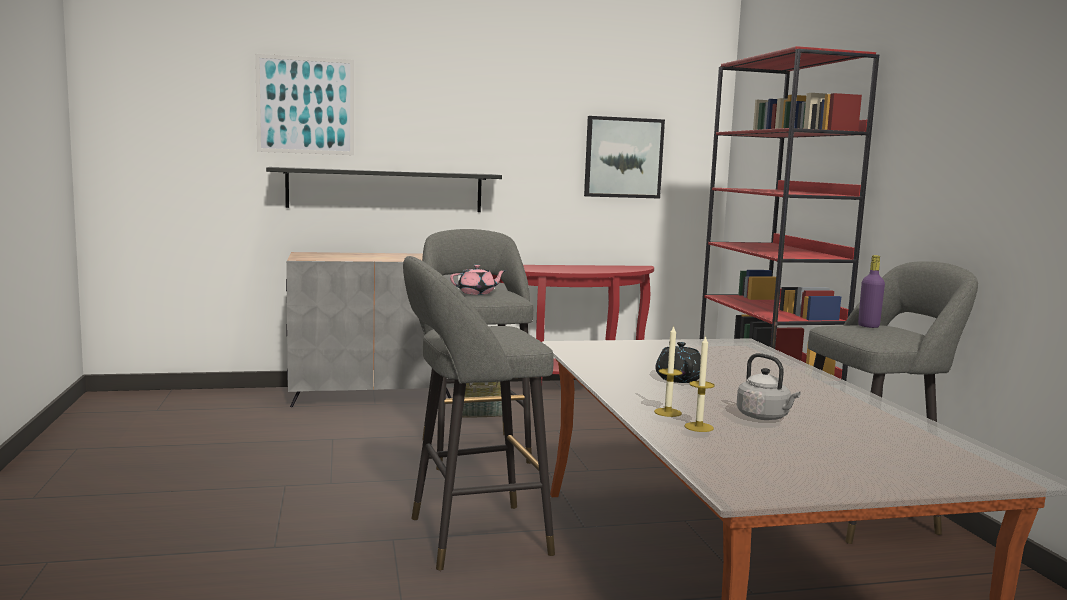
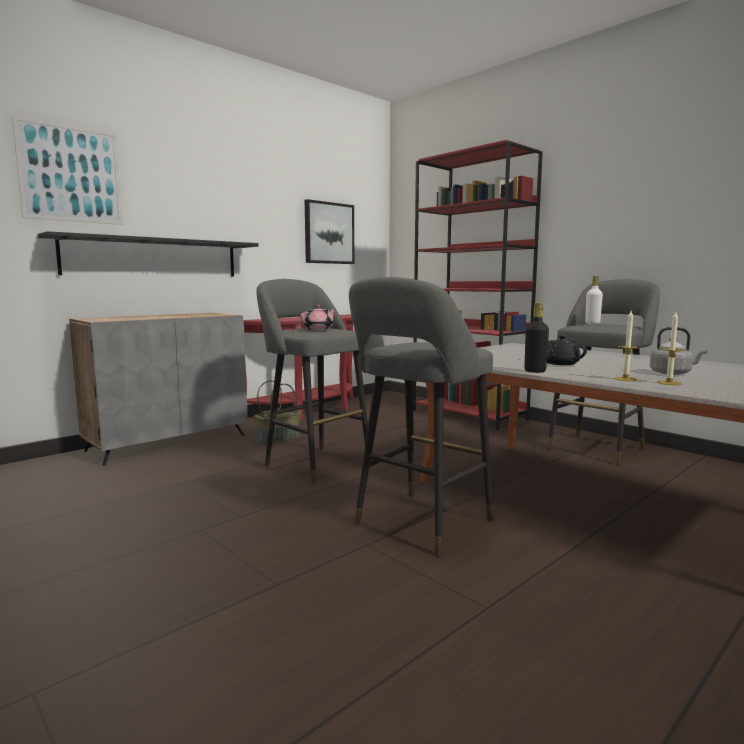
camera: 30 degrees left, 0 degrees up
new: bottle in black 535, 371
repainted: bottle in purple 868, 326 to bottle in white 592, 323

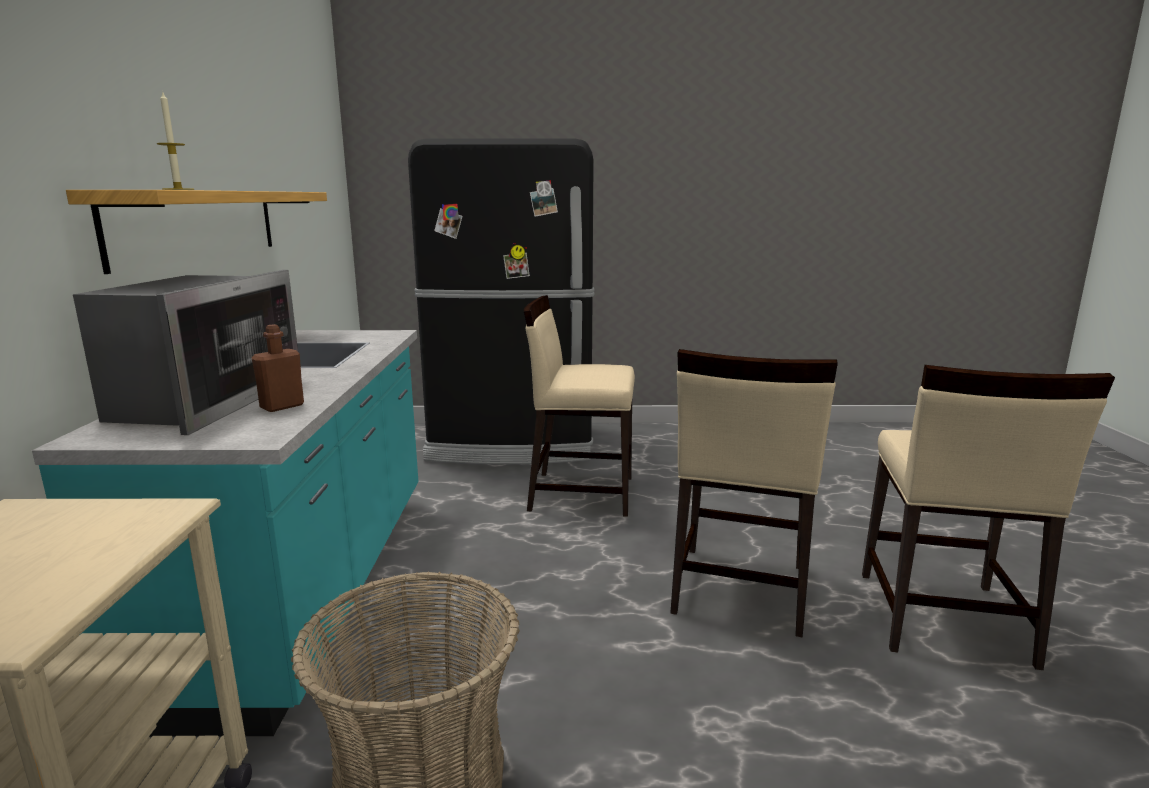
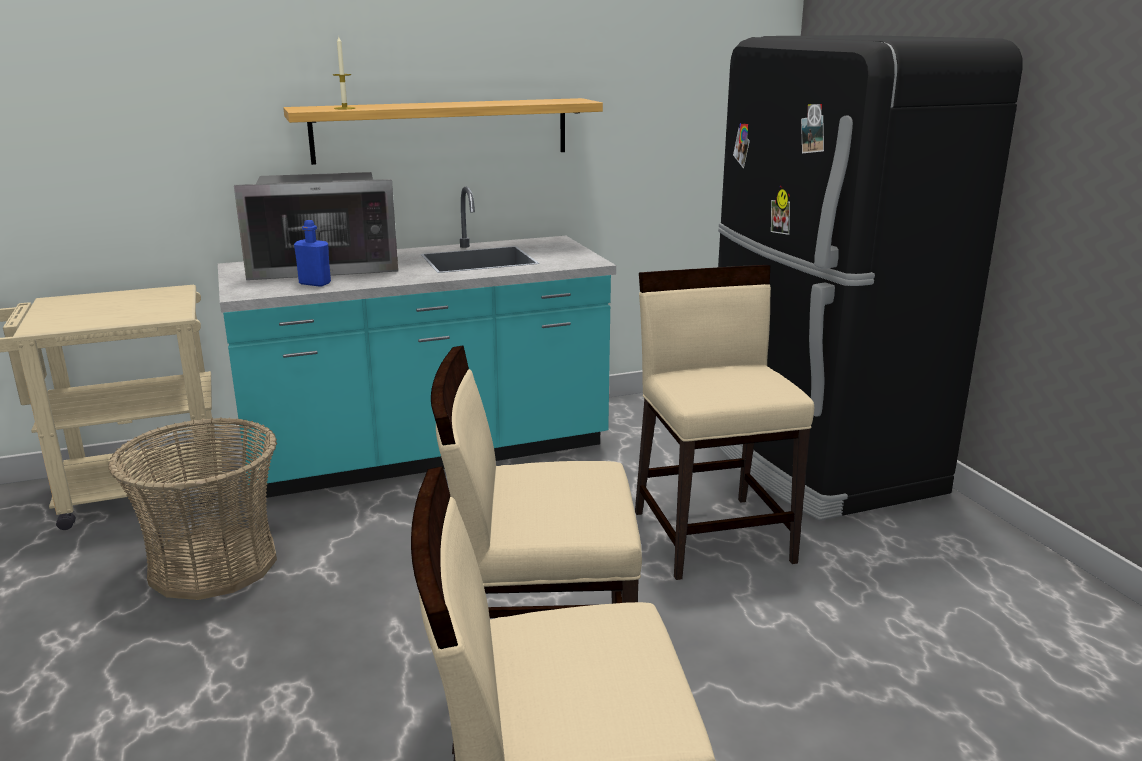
camera: 70 degrees right, 5 degrees up
repainted: bottle in brown 282, 406 to bottle in blue 315, 283

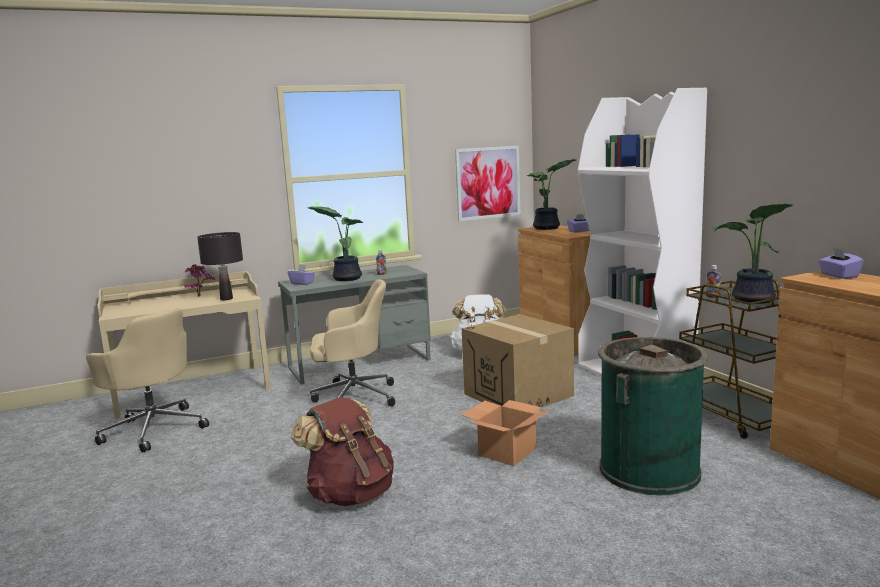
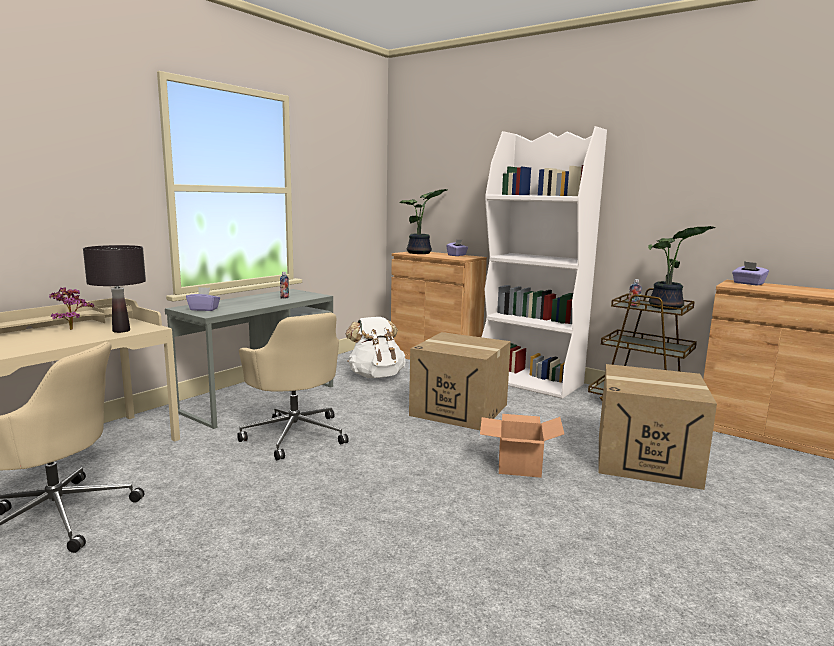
camera: 30 degrees left, 0 degrees up
gone: backpack in brown 350, 494; potted plant 346, 278; picture 488, 183
swapped: trash can in green 649, 470 to cardboard box 646, 460
rotated: office chair in beige 353, 397 = 295, 434 90 degrees clockwise

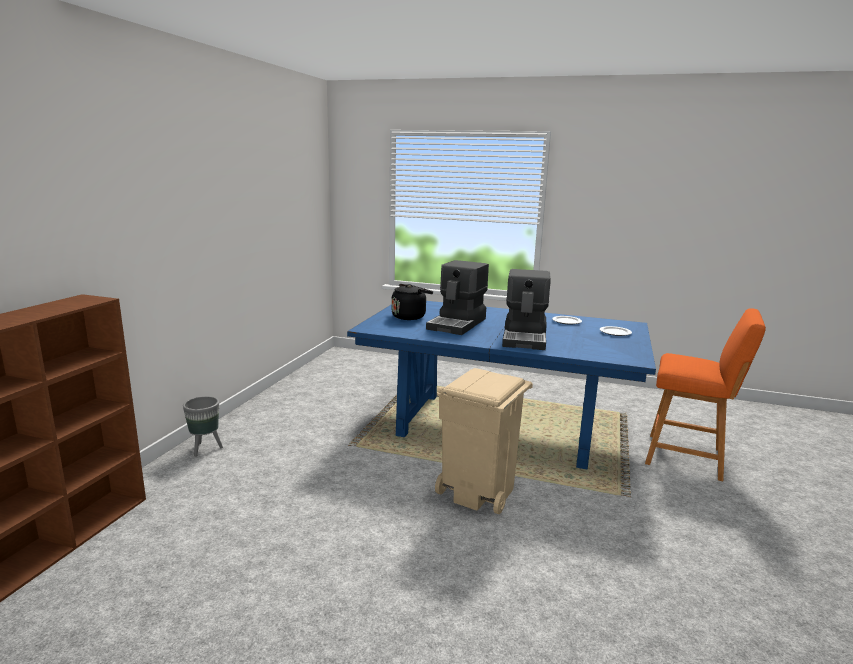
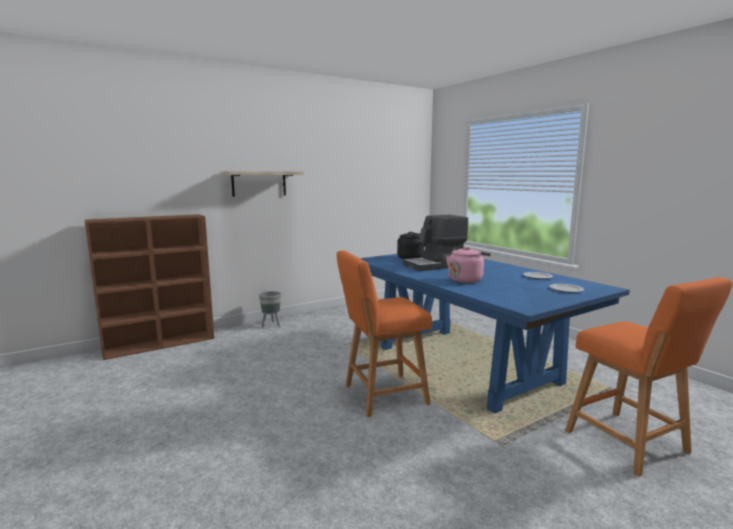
camera: 40 degrees right, 5 degrees down
new: shelf 259, 183
swapped: trash can in beige 478, 491 to stool in orange 381, 395; coffee machine 525, 337 to kettle in pink 466, 279

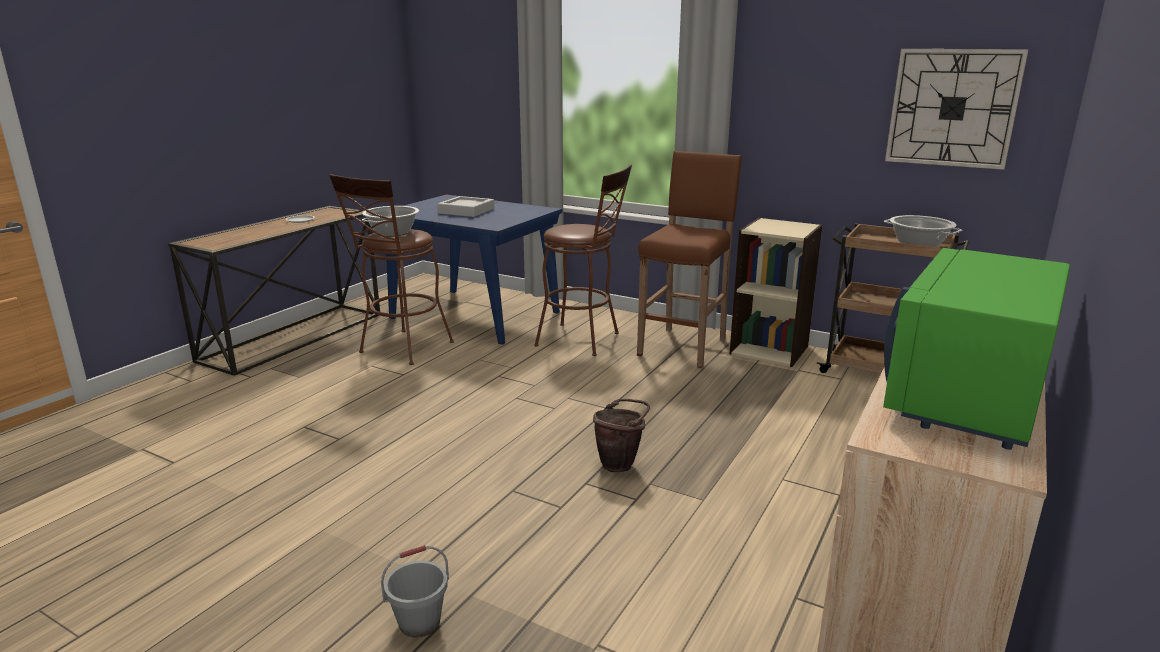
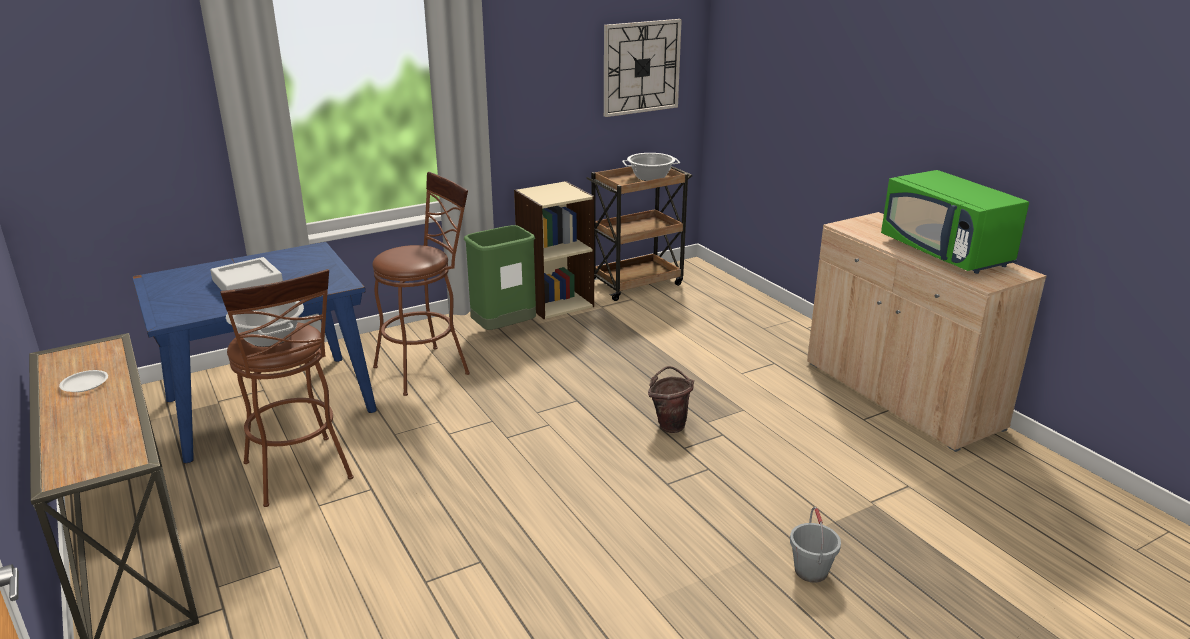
camera: 60 degrees left, 5 degrees up
swapped: stool in brown 684, 346 to trash can in green 504, 330

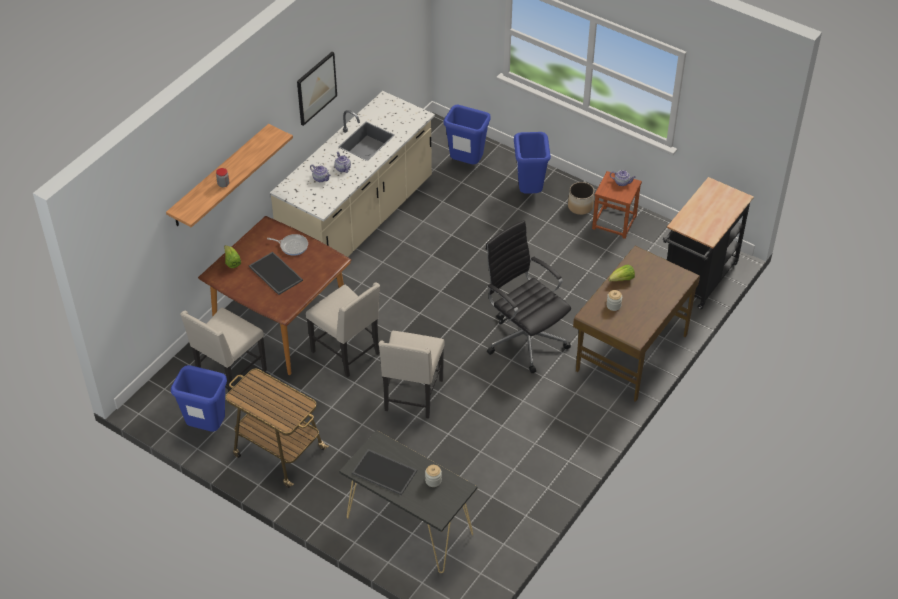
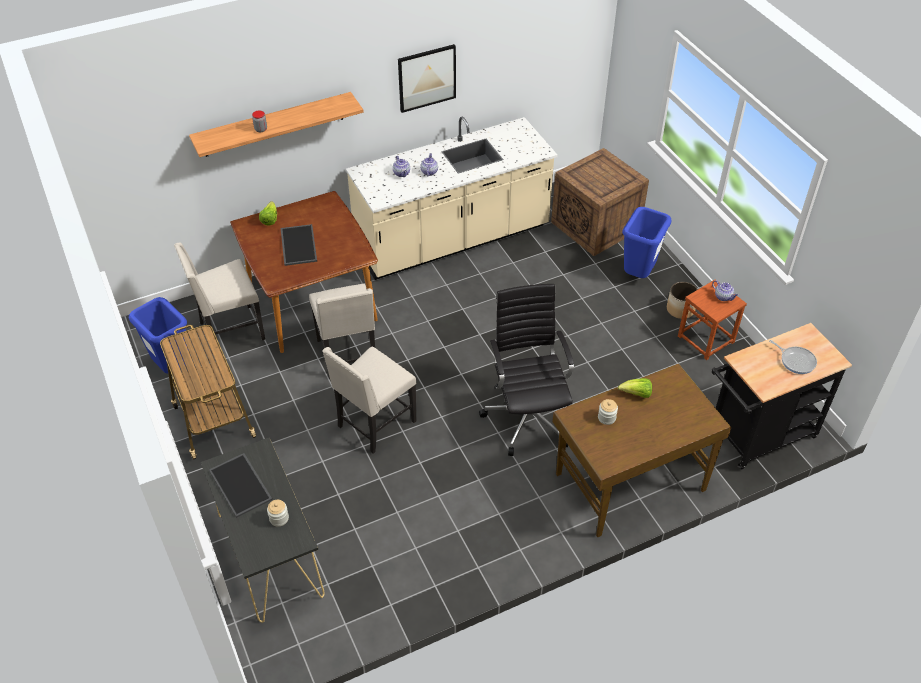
camera: 30 degrees right, 0 degrees up
shifted: frying pan 292, 246 to 796, 361
swapped: trash can in blue 466, 163 to crate 594, 226

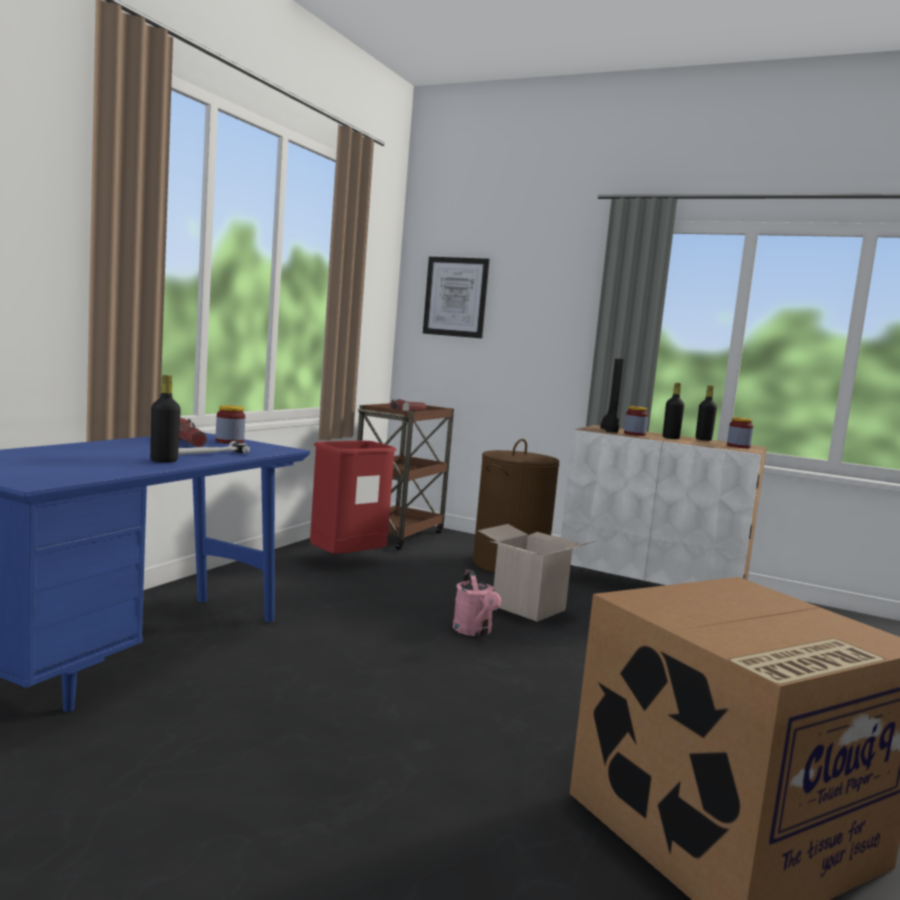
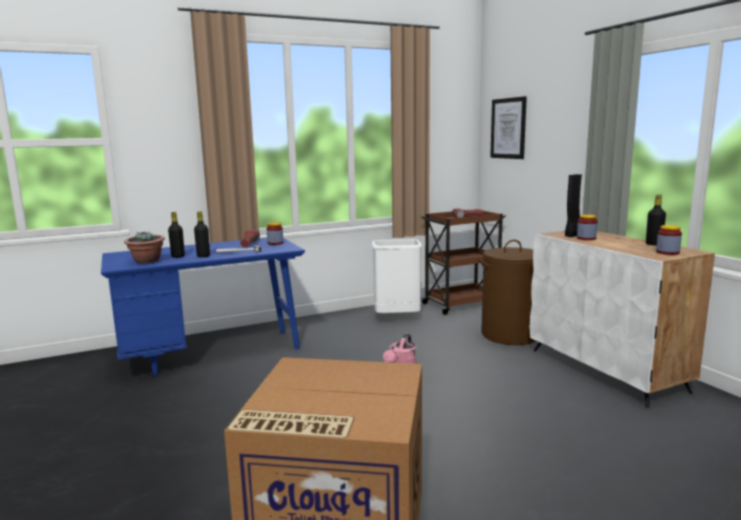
camera: 40 degrees right, 5 degrees up
gone: cardboard box 528, 607
new: potted plant 147, 261
shifted: bottle in black 670, 438 to 178, 256
repainted: trash can in red 347, 561 to trash can in white 397, 319

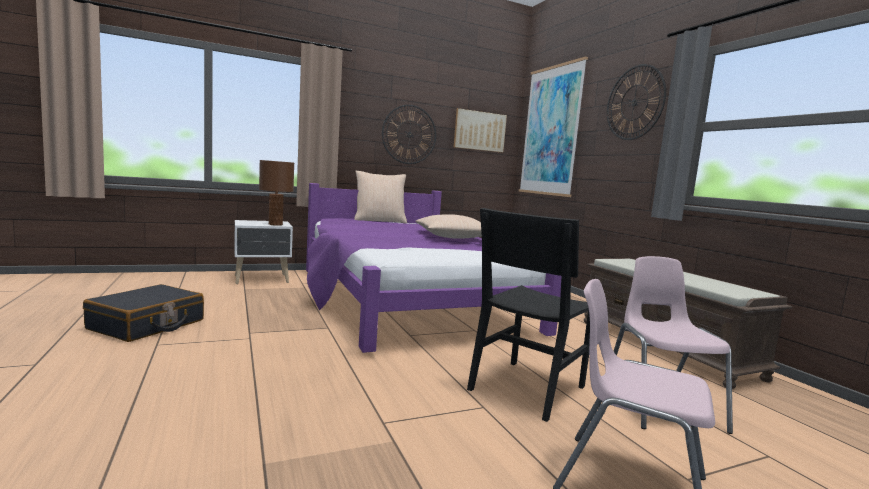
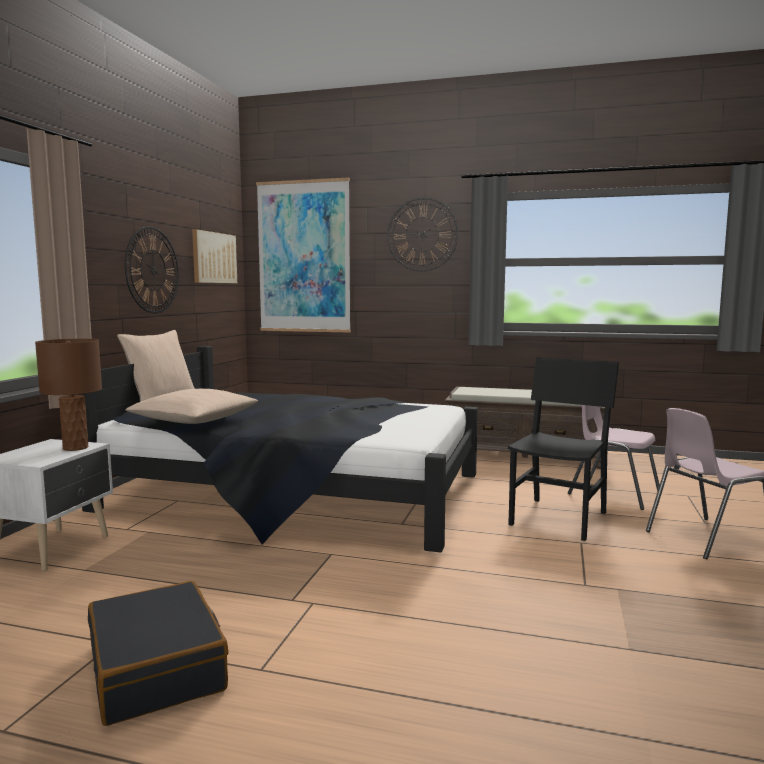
camera: 50 degrees left, 0 degrees up
shifted: pillow in beige 452, 237 to 194, 420
repainted: bed in purple 407, 301 to bed in black 297, 497
rotated: chair in black 527, 388 = 558, 518 135 degrees counterclockwise

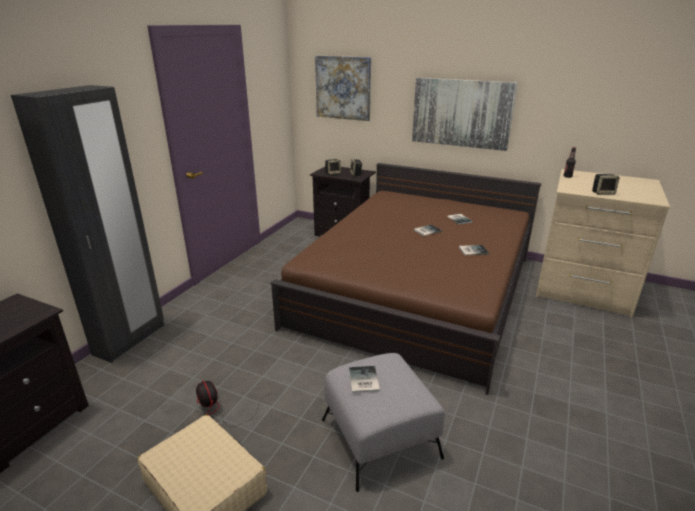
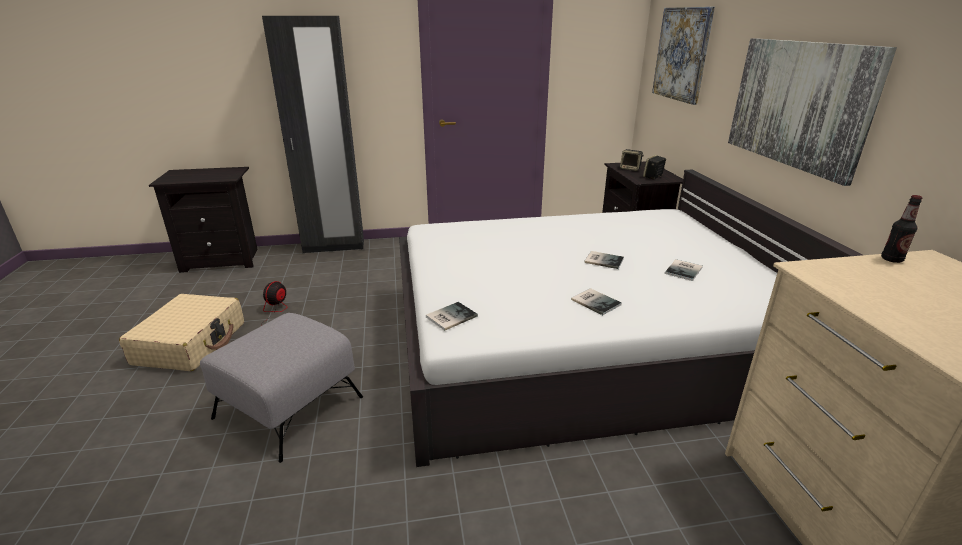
camera: 55 degrees right, 0 degrees up
gone: speaker 603, 193
shifted: book 362, 380 to 449, 316
repainted: bed in brown 417, 290 to bed in white 582, 342

